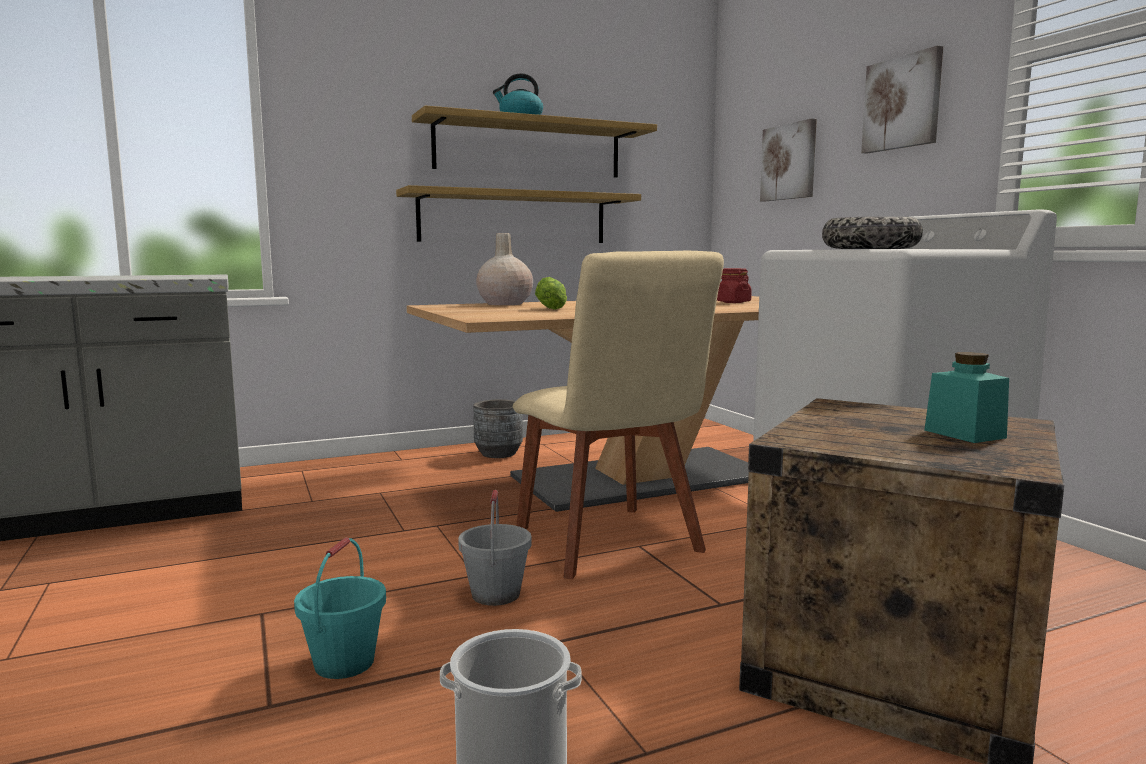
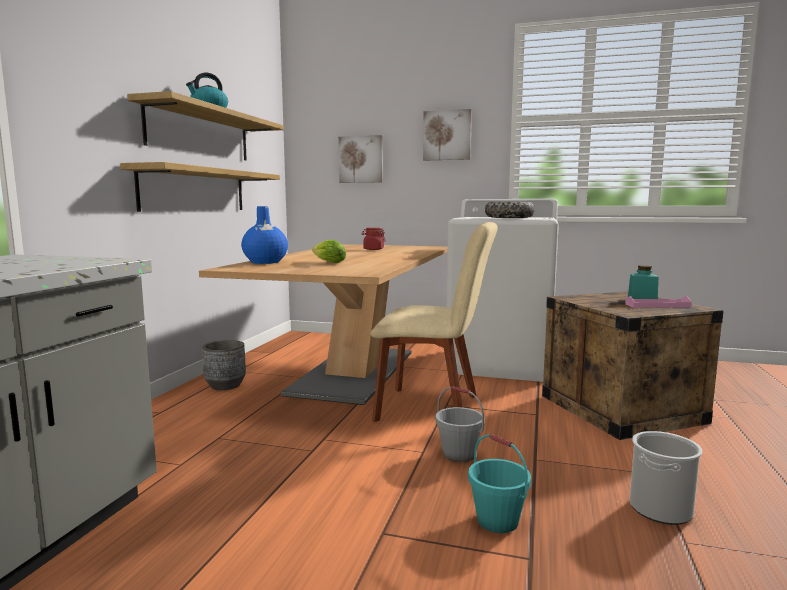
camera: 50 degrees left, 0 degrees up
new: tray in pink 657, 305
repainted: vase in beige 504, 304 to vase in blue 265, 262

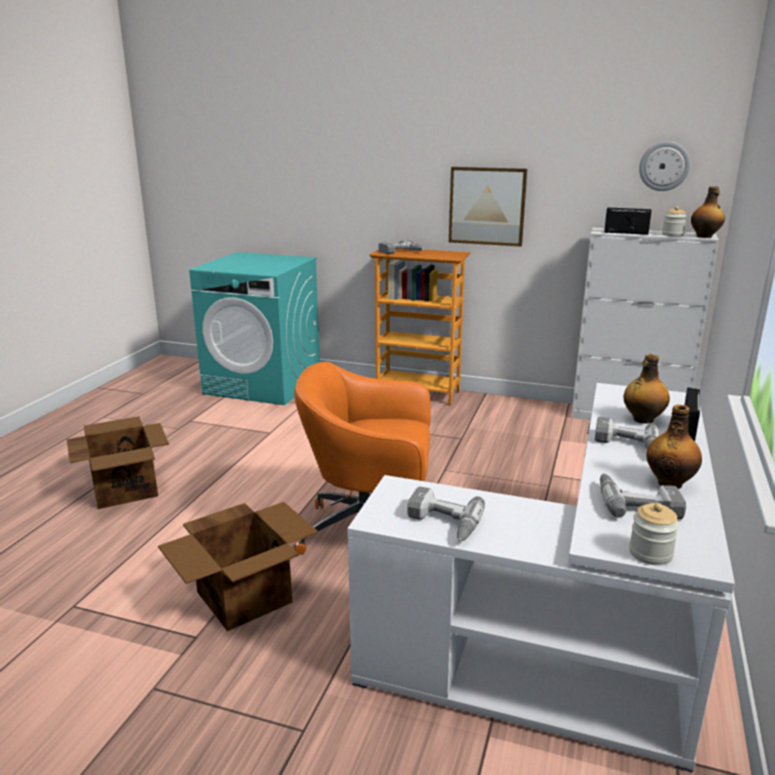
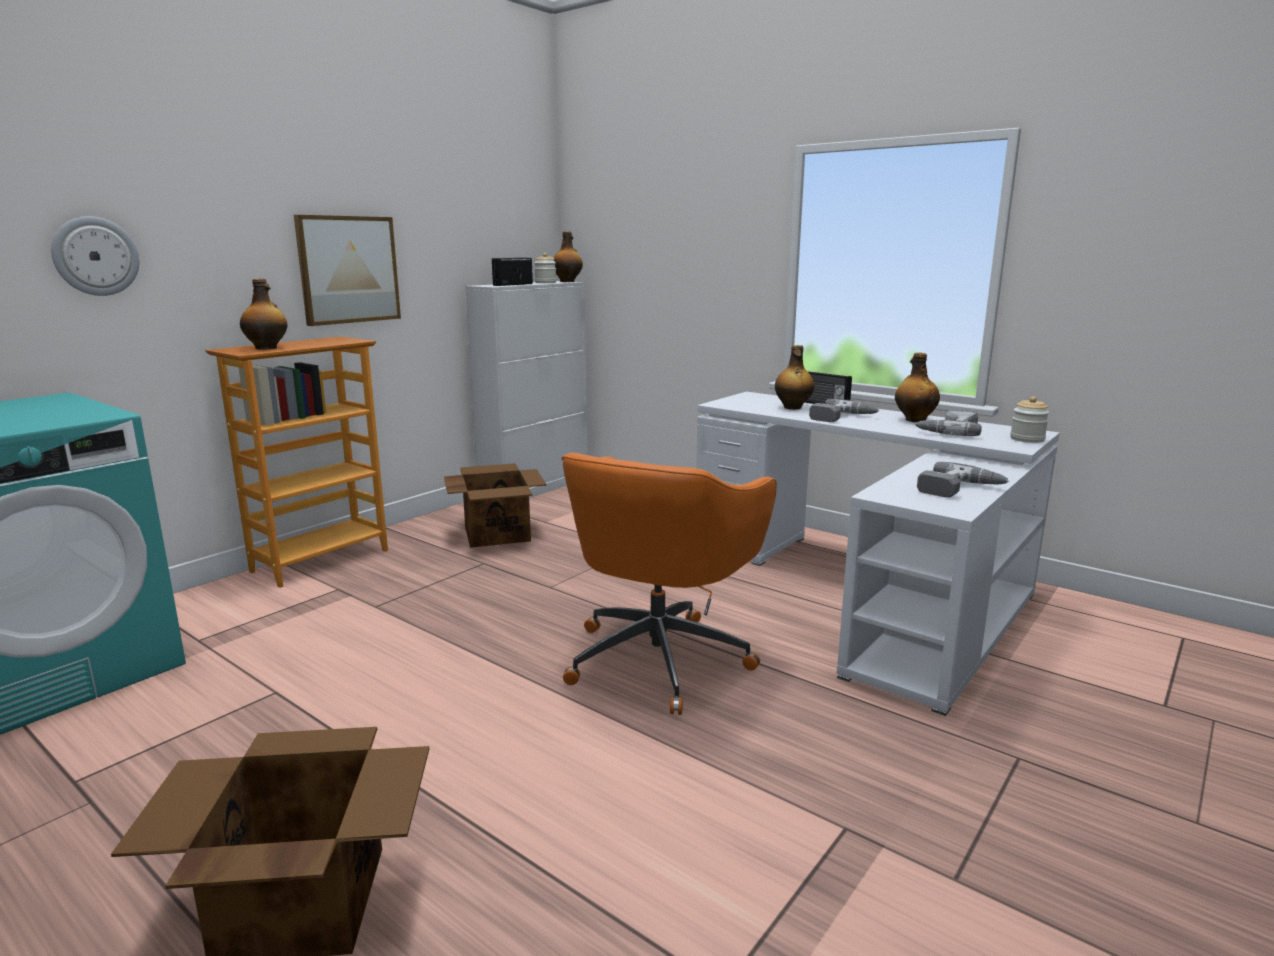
camera: 70 degrees left, 5 degrees down
shifted: cardboard box 245, 597 to 497, 534; wall clock 664, 166 to 95, 256
swapped: power drill 401, 252 to bottle 267, 348

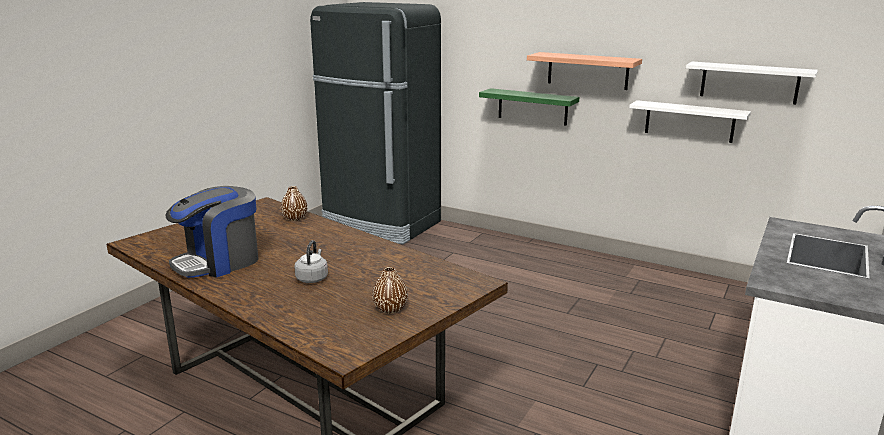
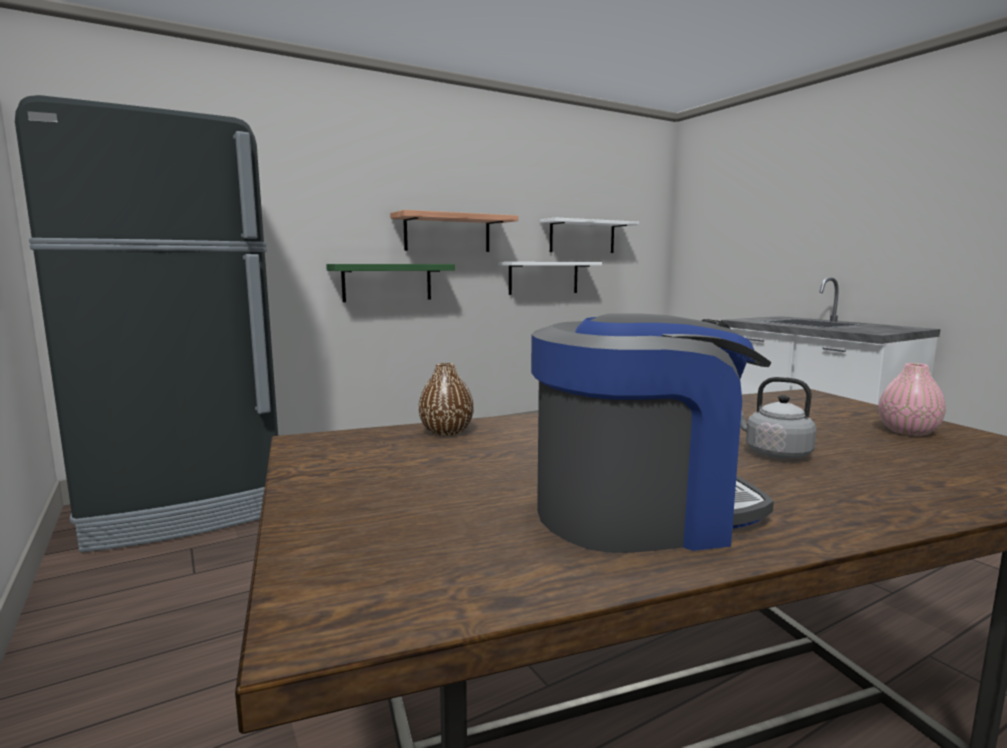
camera: 60 degrees left, 10 degrees down
repainted: vase in brown 390, 309 to vase in pink 907, 431
rotated: coffee machine 219, 262 = 640, 511 90 degrees counterclockwise

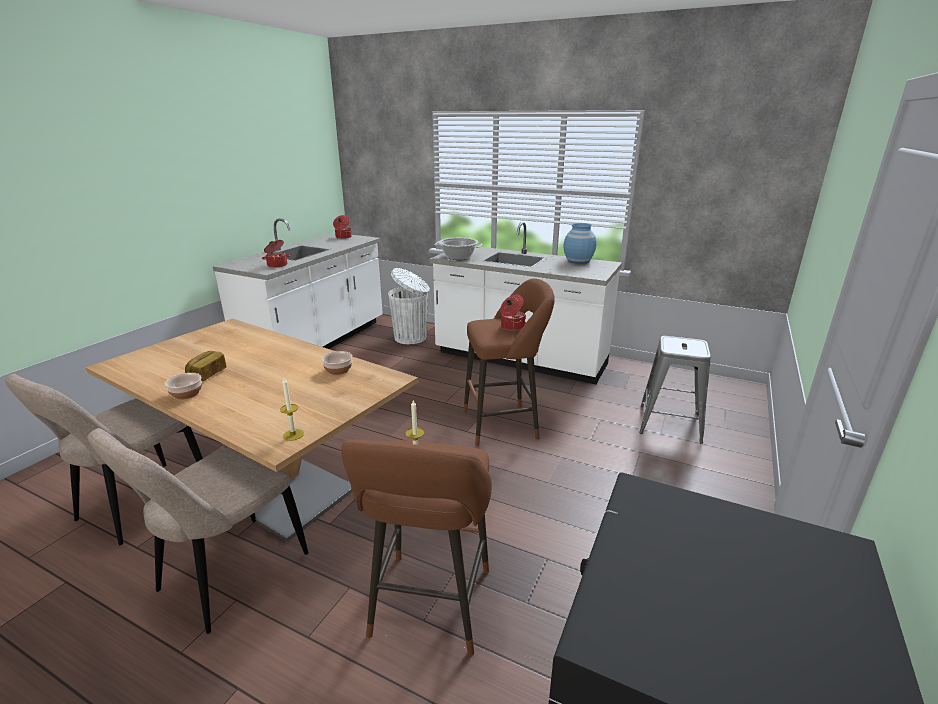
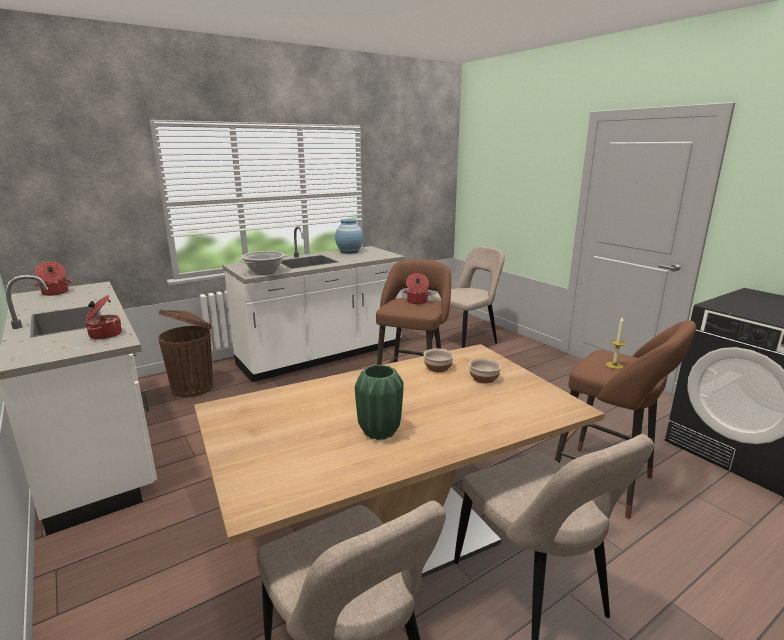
camera: 60 degrees left, 5 degrees down
gone: candle 293, 435
shifted: bowl 186, 394 to 484, 378
swapped: bread 207, 374 to vase in green 379, 432; stool in grey 669, 423 to chair in beige 466, 343
repainted: trash can in white 411, 338 to trash can in brown 194, 387

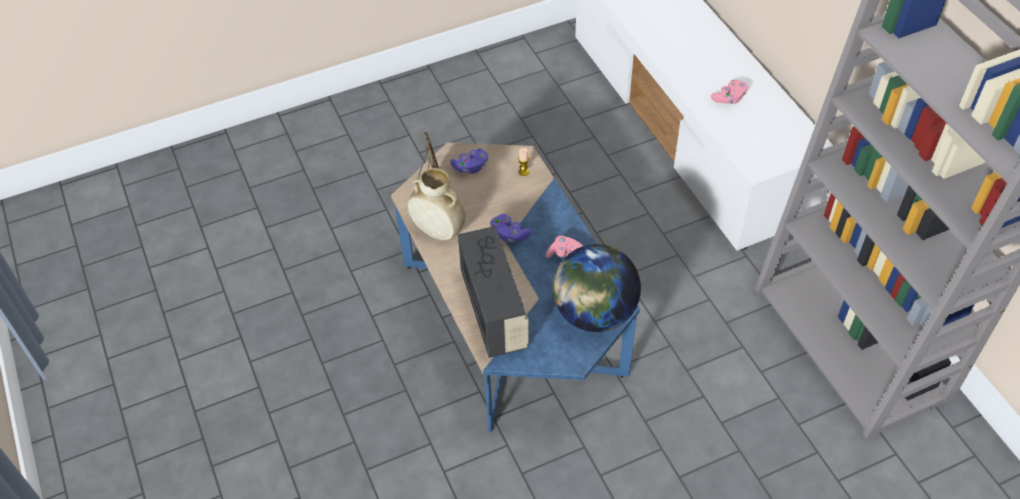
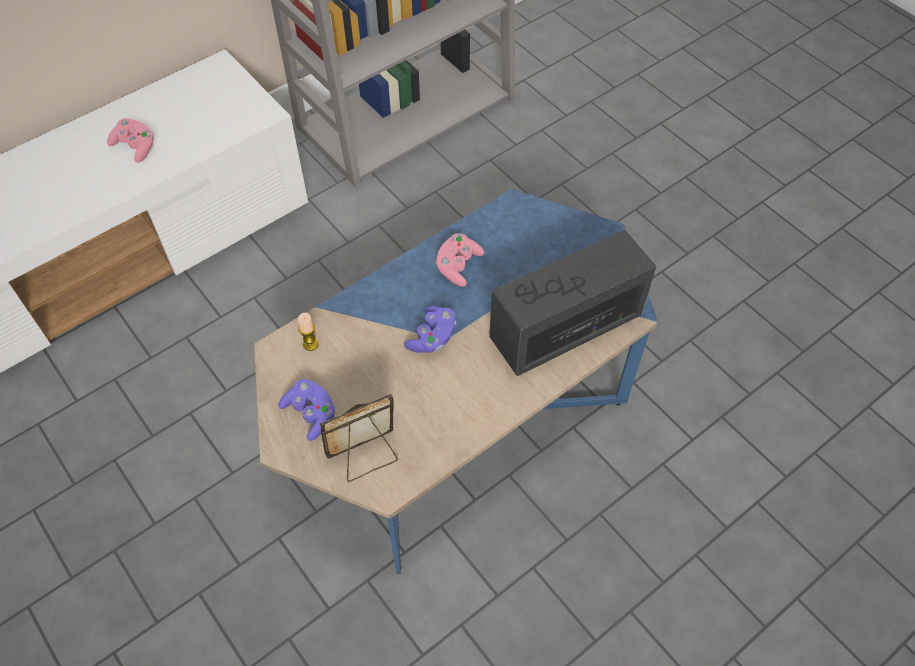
camera: 105 degrees left, 5 degrees up
gone: vase in beige 438, 231; globe 594, 313

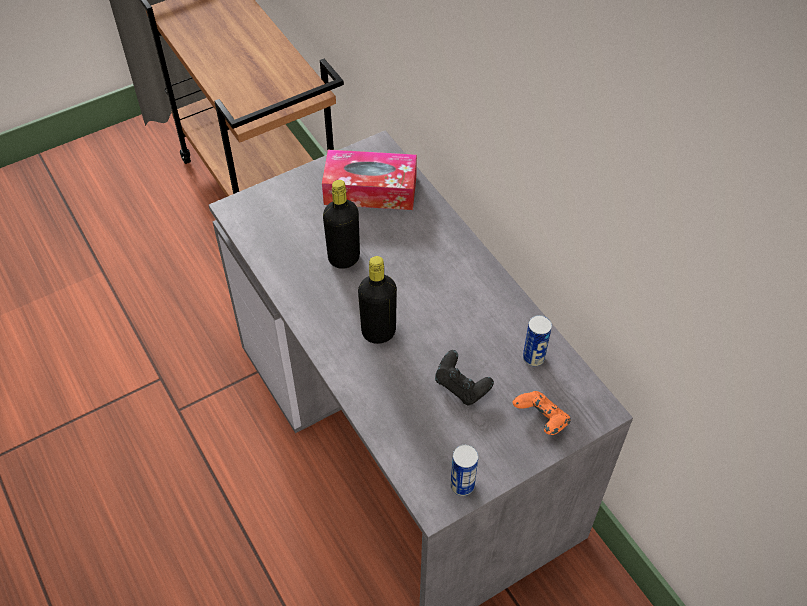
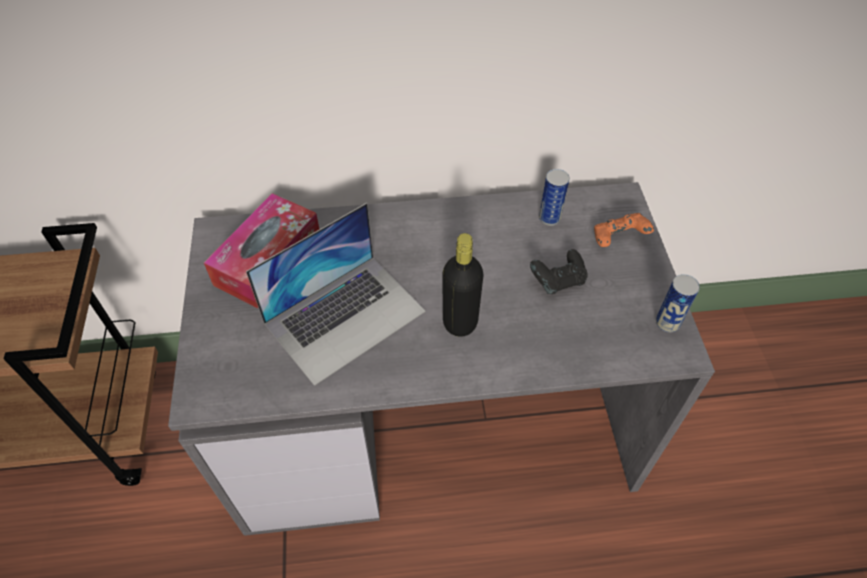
camera: 65 degrees left, 0 degrees up
swapped: bottle in black 344, 258 to laptop 345, 317

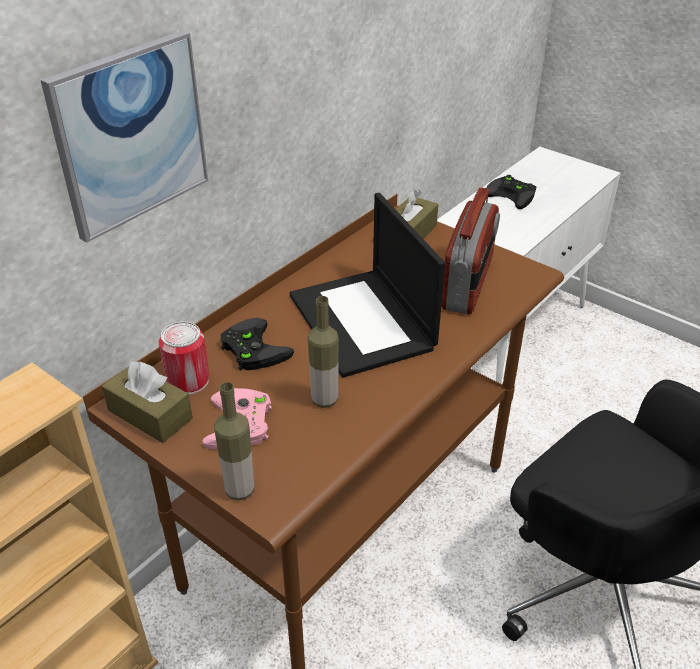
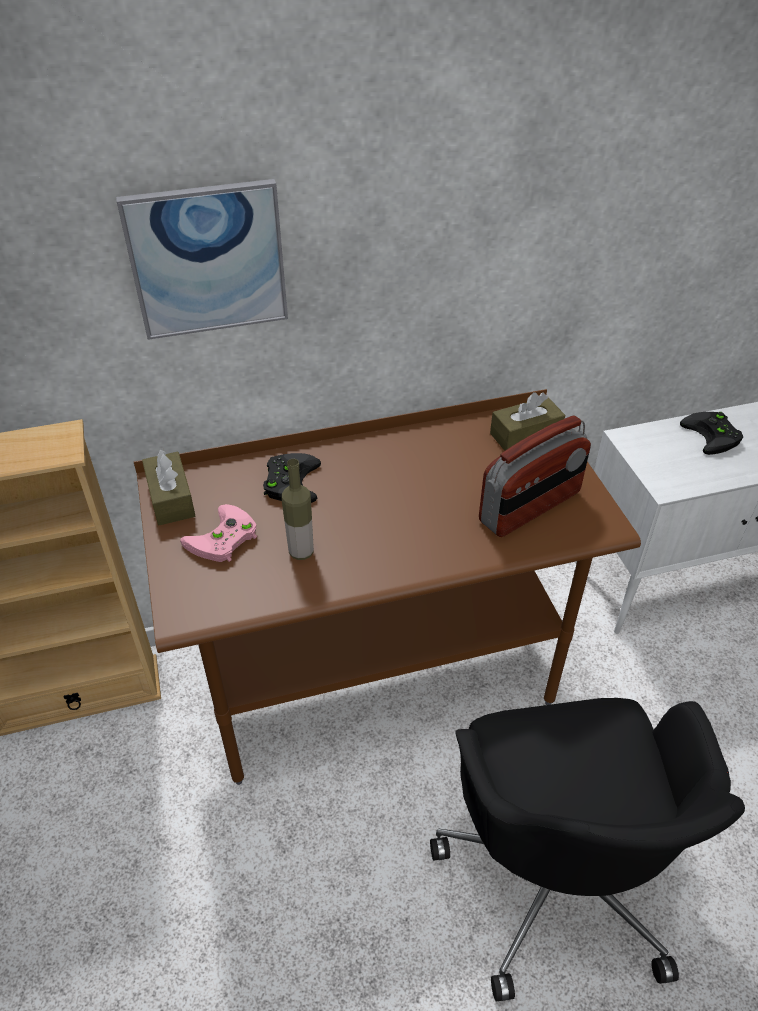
camera: 35 degrees right, 5 degrees up
gone: can 188, 380; bottle 240, 490; laptop 363, 322

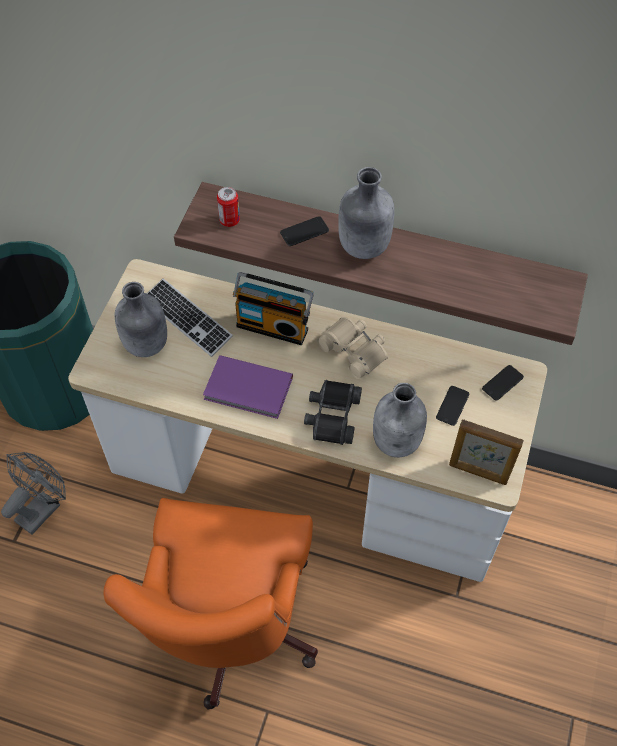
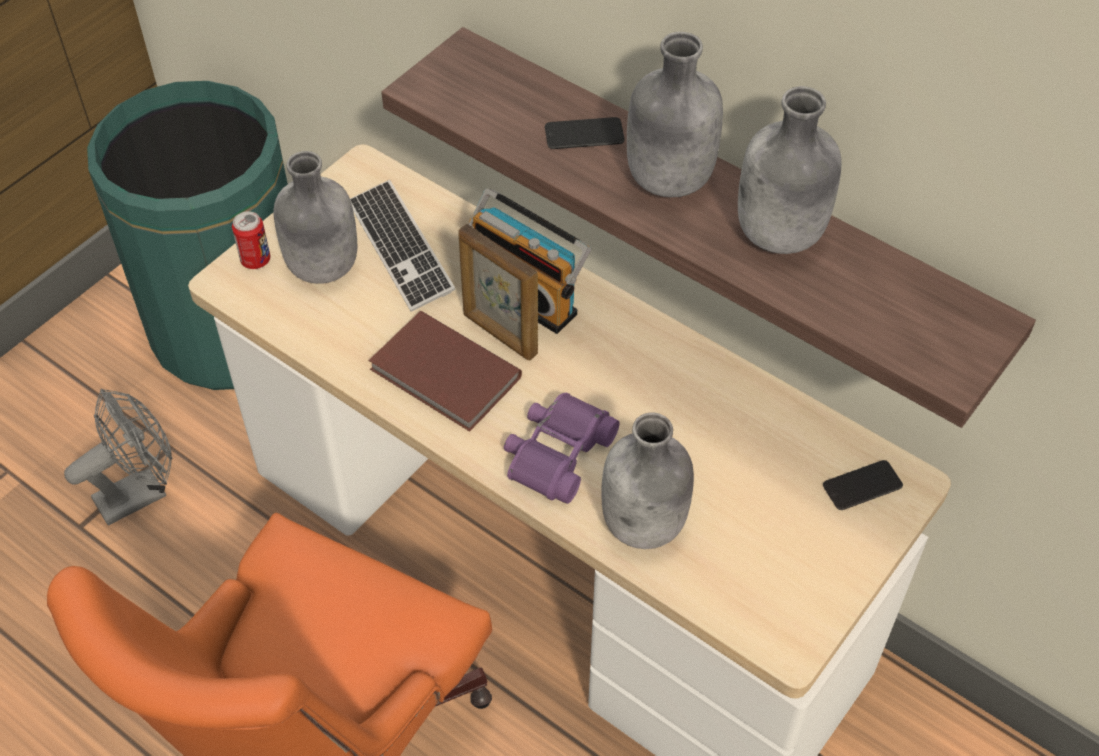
camera: 20 degrees right, 5 degrees down
gone: binoculars in beige 354, 350; phone 452, 406
new: bottle in grey 780, 235
shifted: can 229, 220 to 255, 260; picture frame 478, 472 to 499, 334
repainted: book in purple 249, 390 to book in brown 444, 376; binoculars in black 332, 416 to binoculars in purple 557, 453

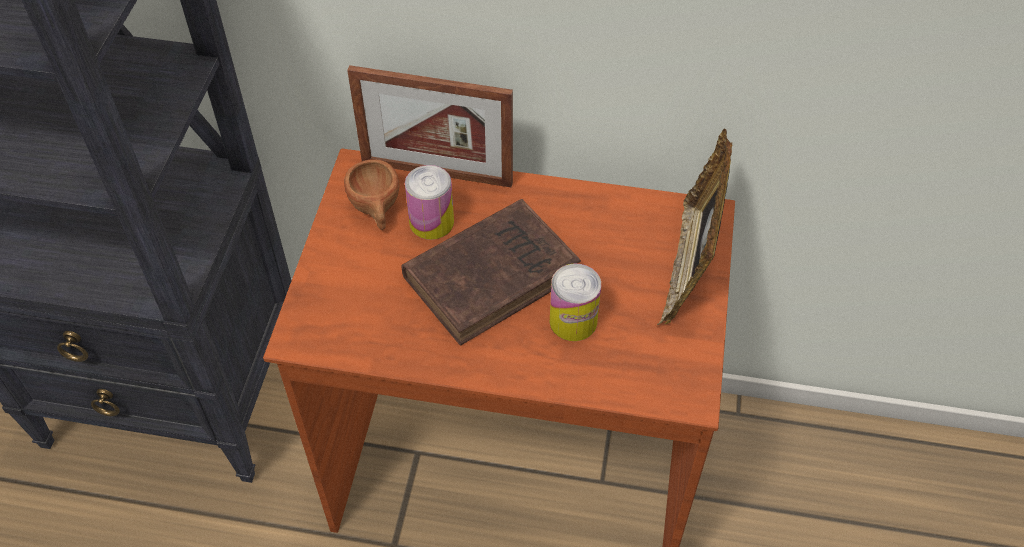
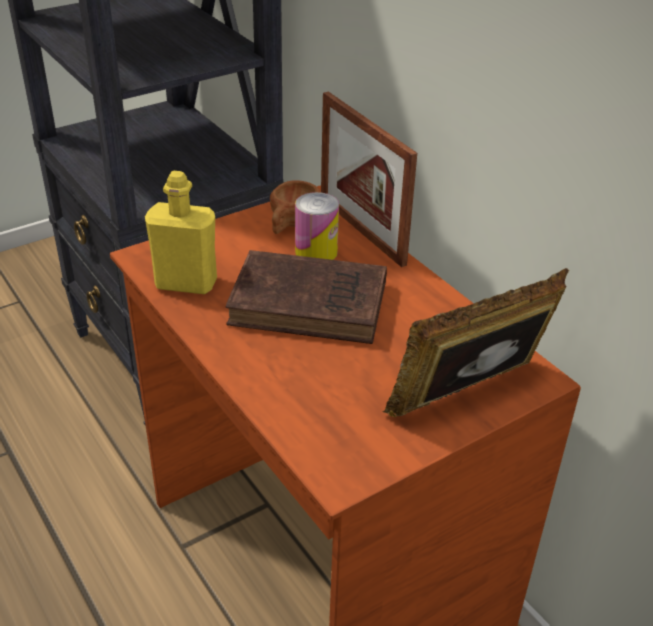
camera: 45 degrees right, 15 degrees down
gone: can 573, 321
new: bottle in yellow 186, 283

